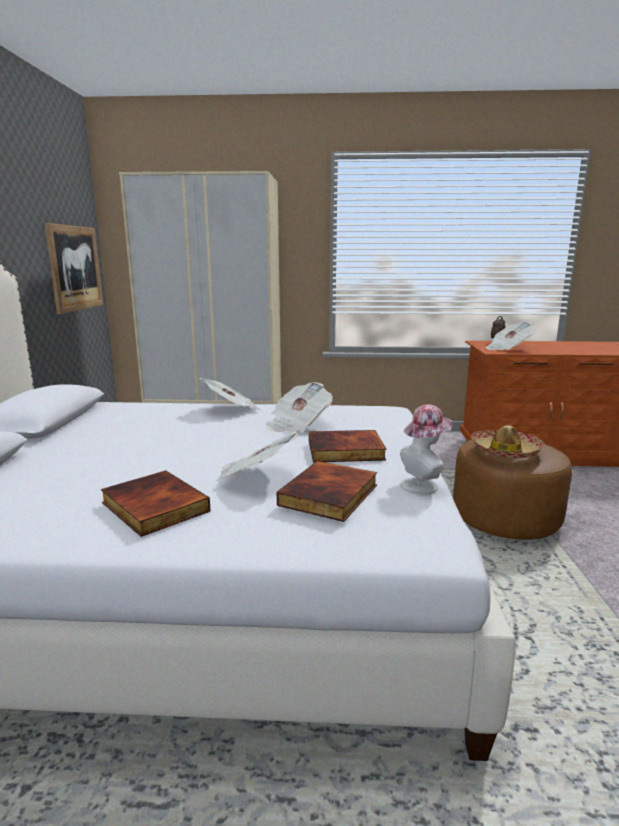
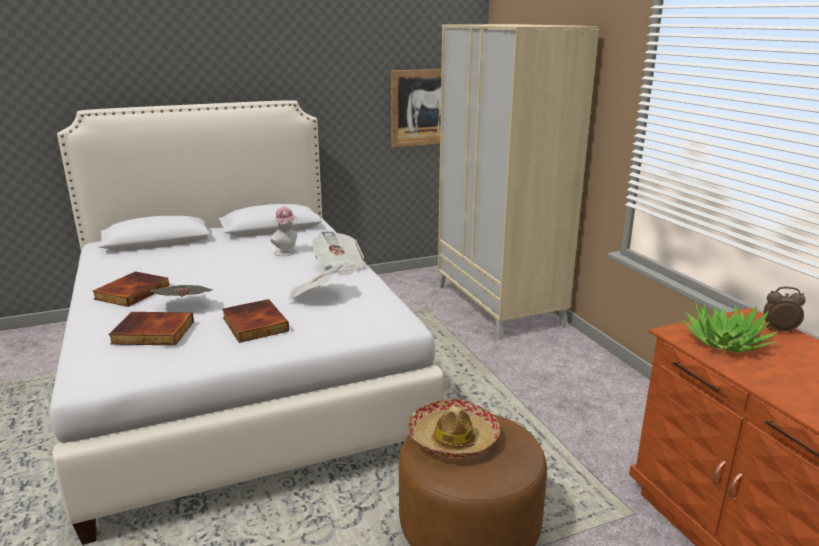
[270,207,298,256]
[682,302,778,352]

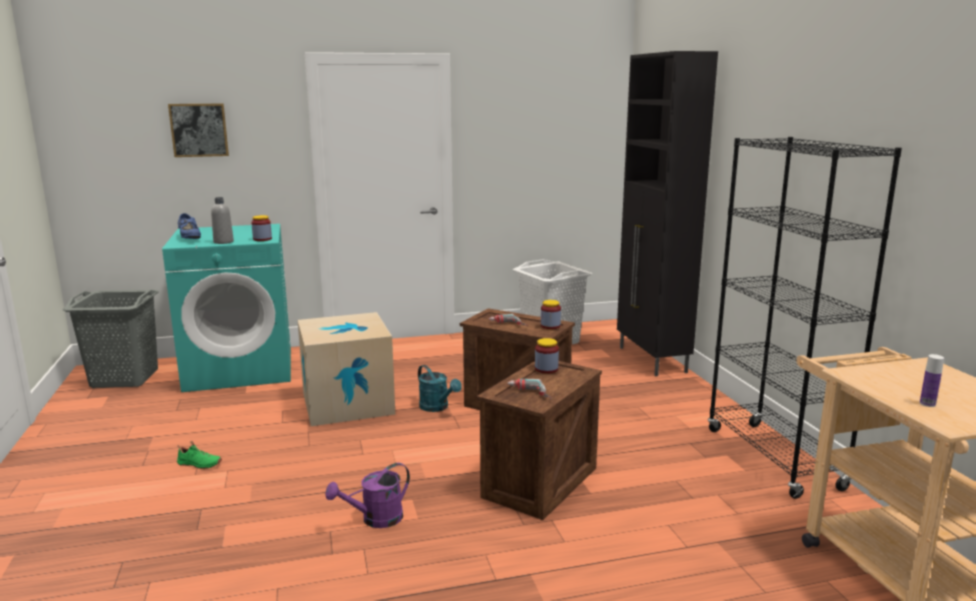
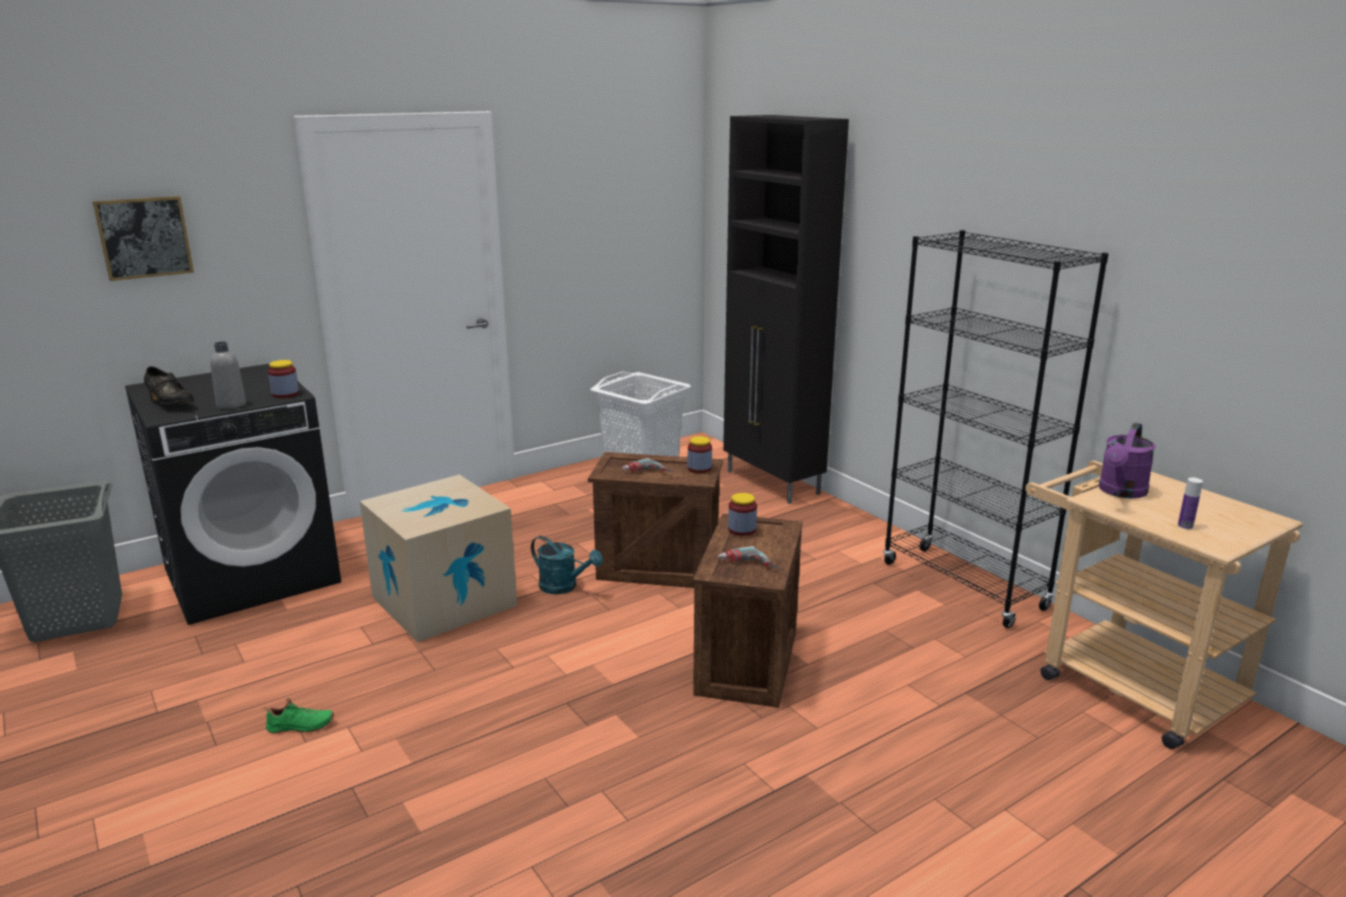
[125,364,341,625]
[144,366,194,405]
[1099,423,1156,499]

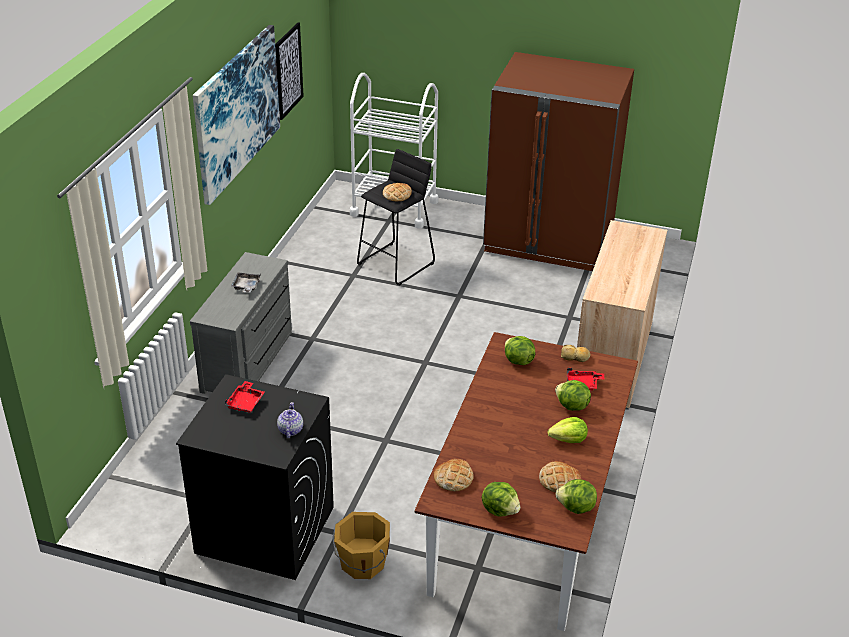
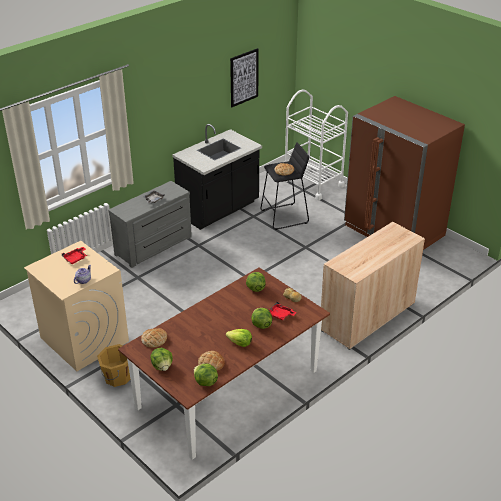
[24,241,129,371]
[172,124,262,230]
[193,25,280,205] (first image)

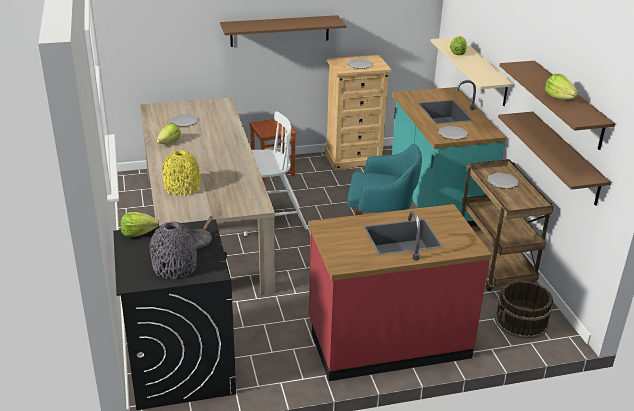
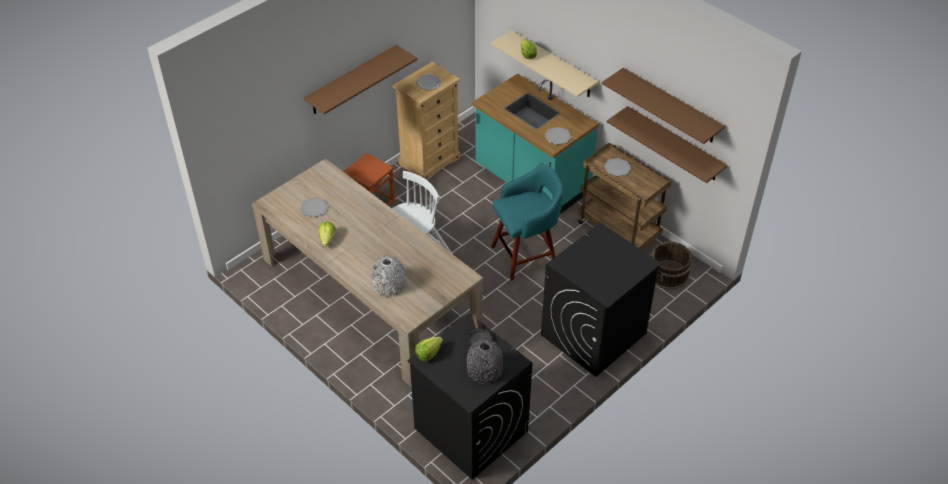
[371,256,405,297]
[541,223,662,377]
[545,74,578,99] (first image)

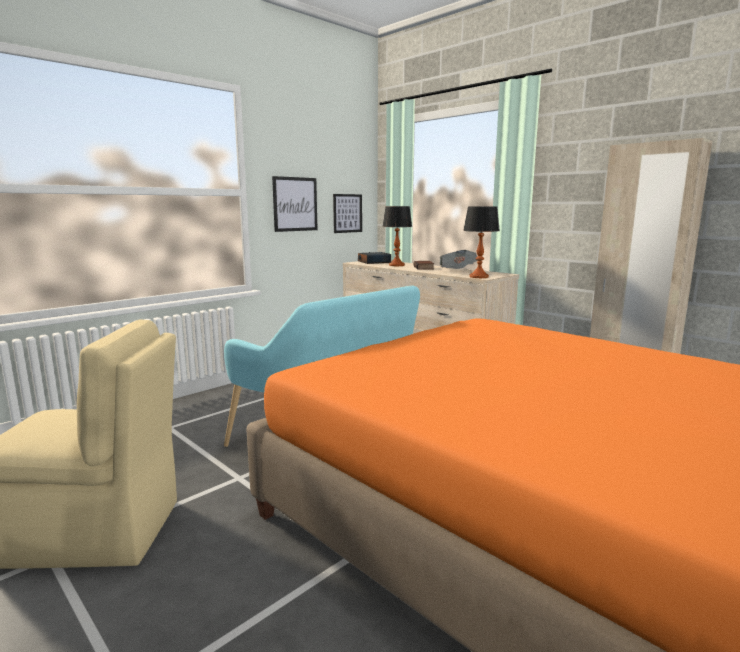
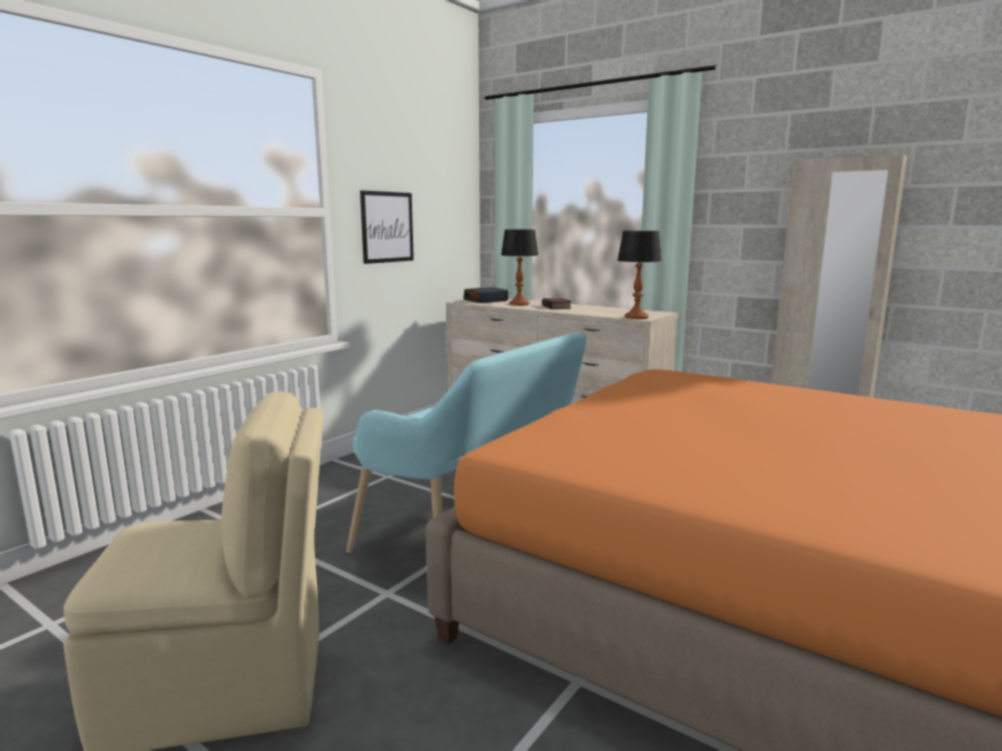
[333,194,362,233] (first image)
[440,250,478,269] (first image)

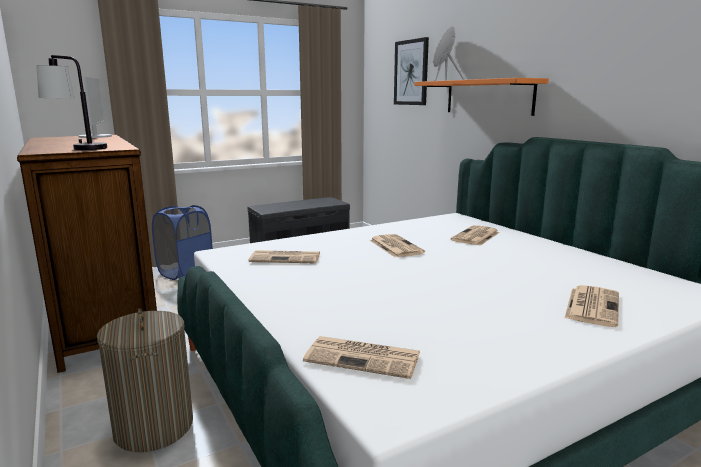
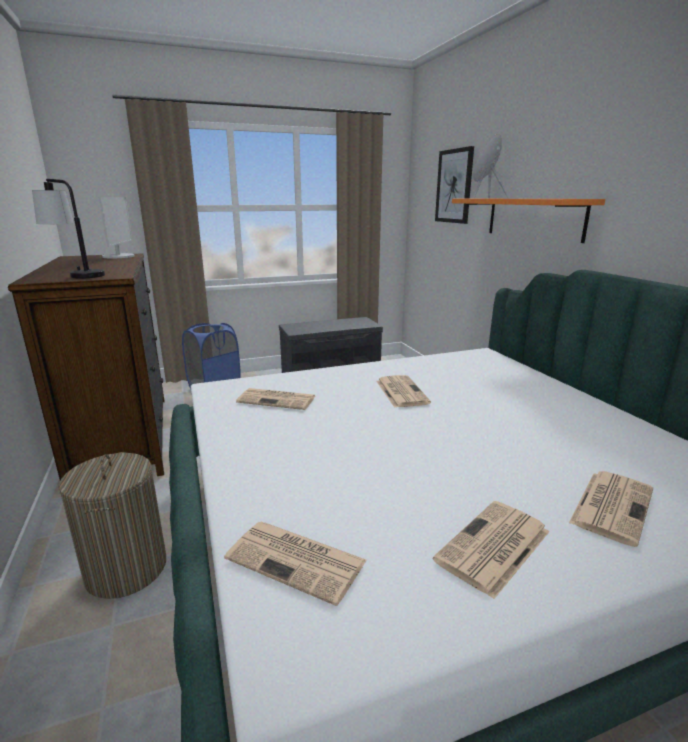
[433,501,549,599]

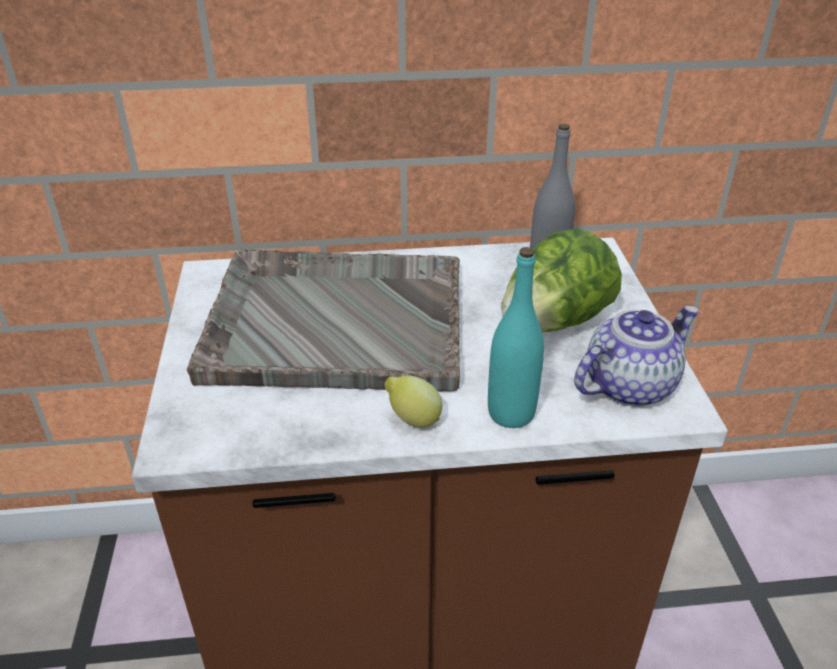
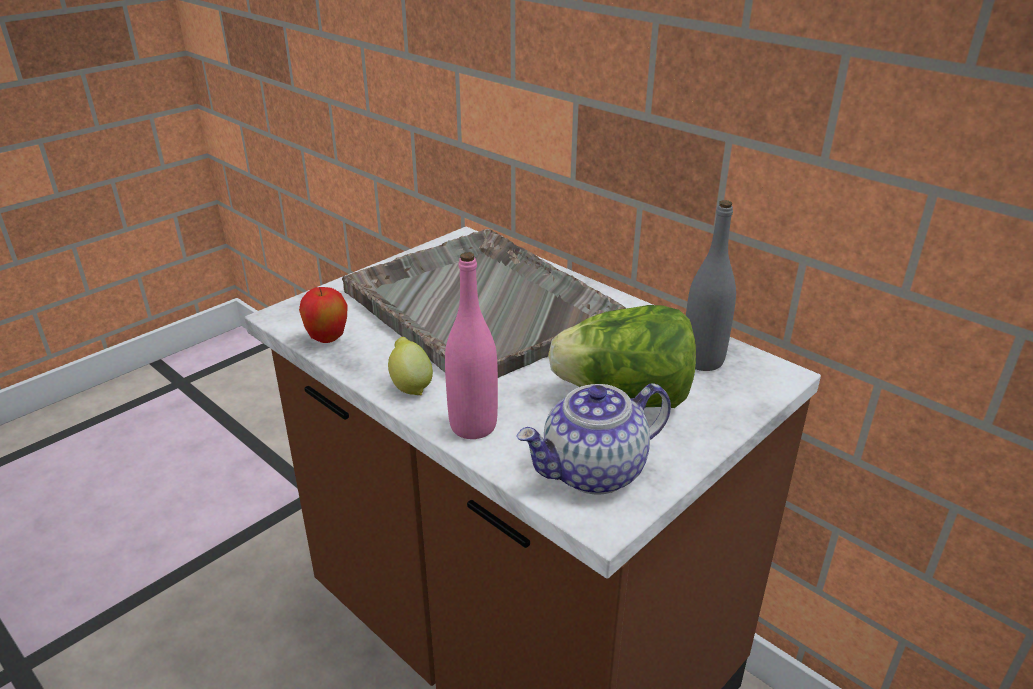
[299,287,348,343]
[445,252,498,439]
[516,383,671,495]

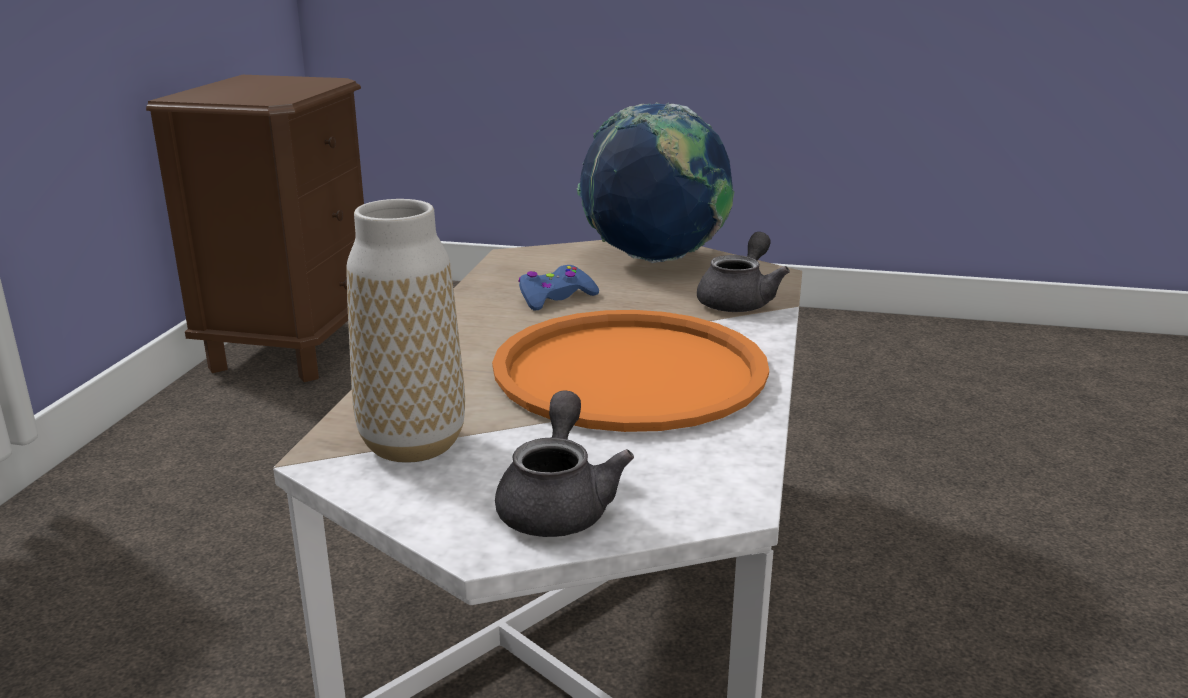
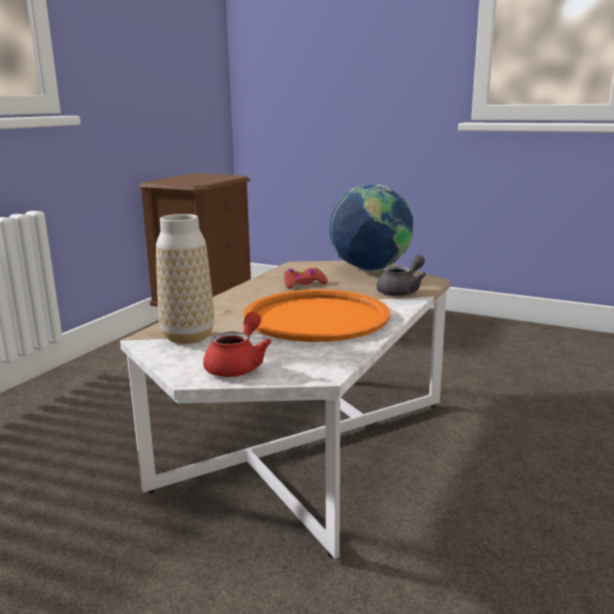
[203,312,271,377]
[284,268,328,289]

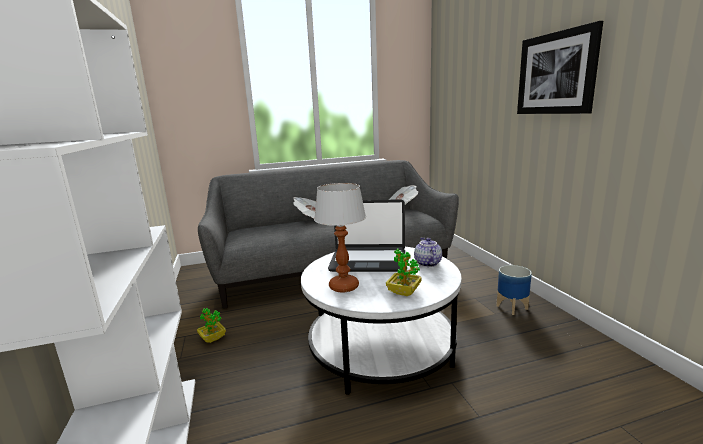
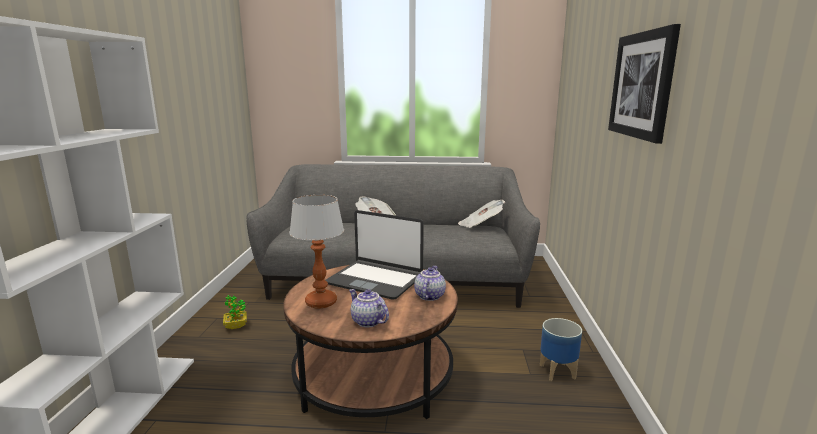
[284,265,458,419]
[349,289,389,327]

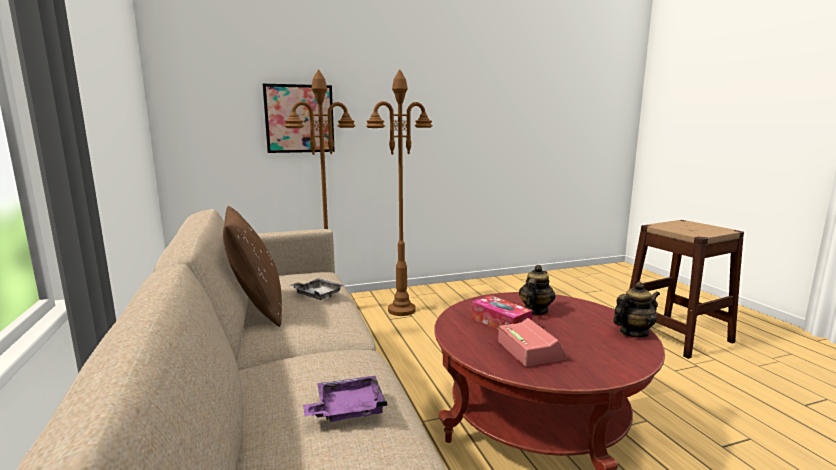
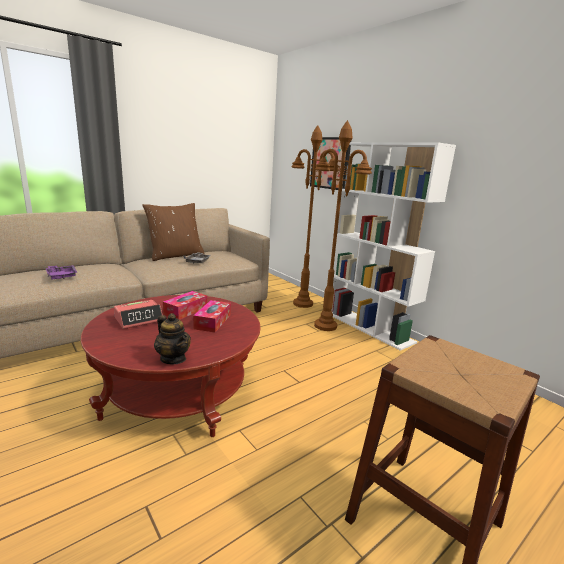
[193,300,231,333]
[331,142,456,351]

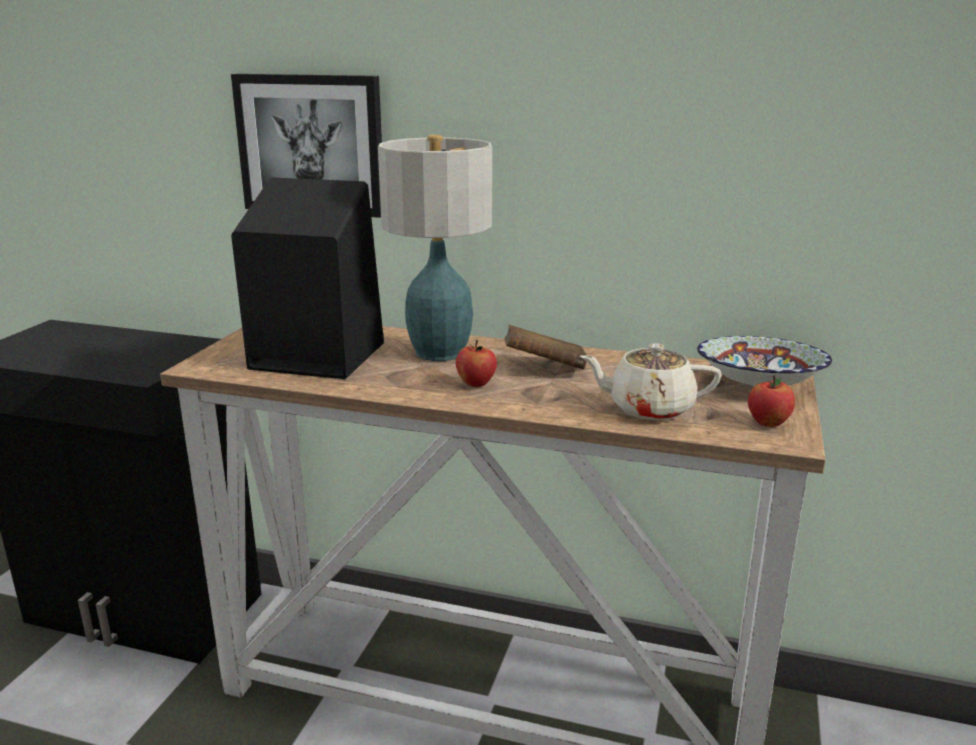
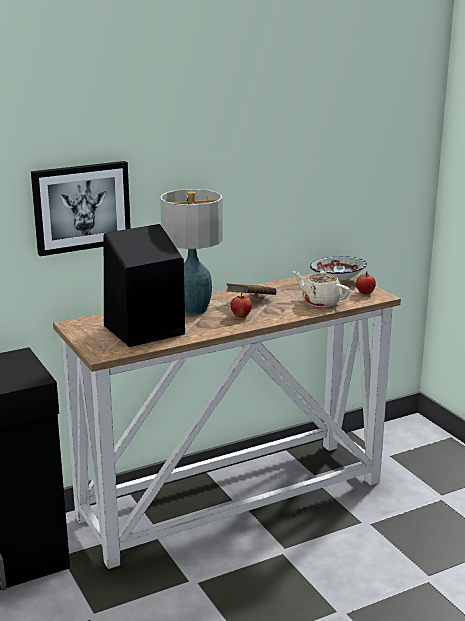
[293,271,350,307]

